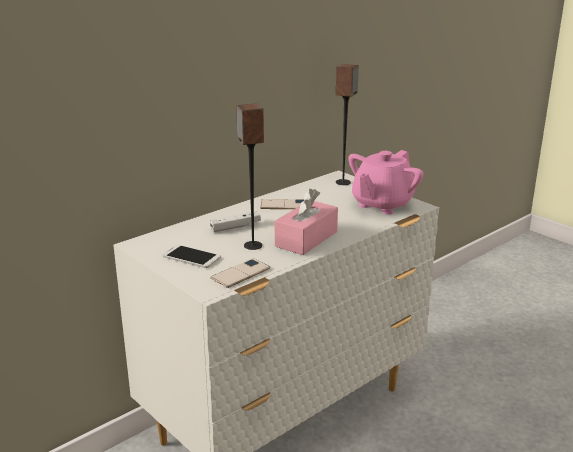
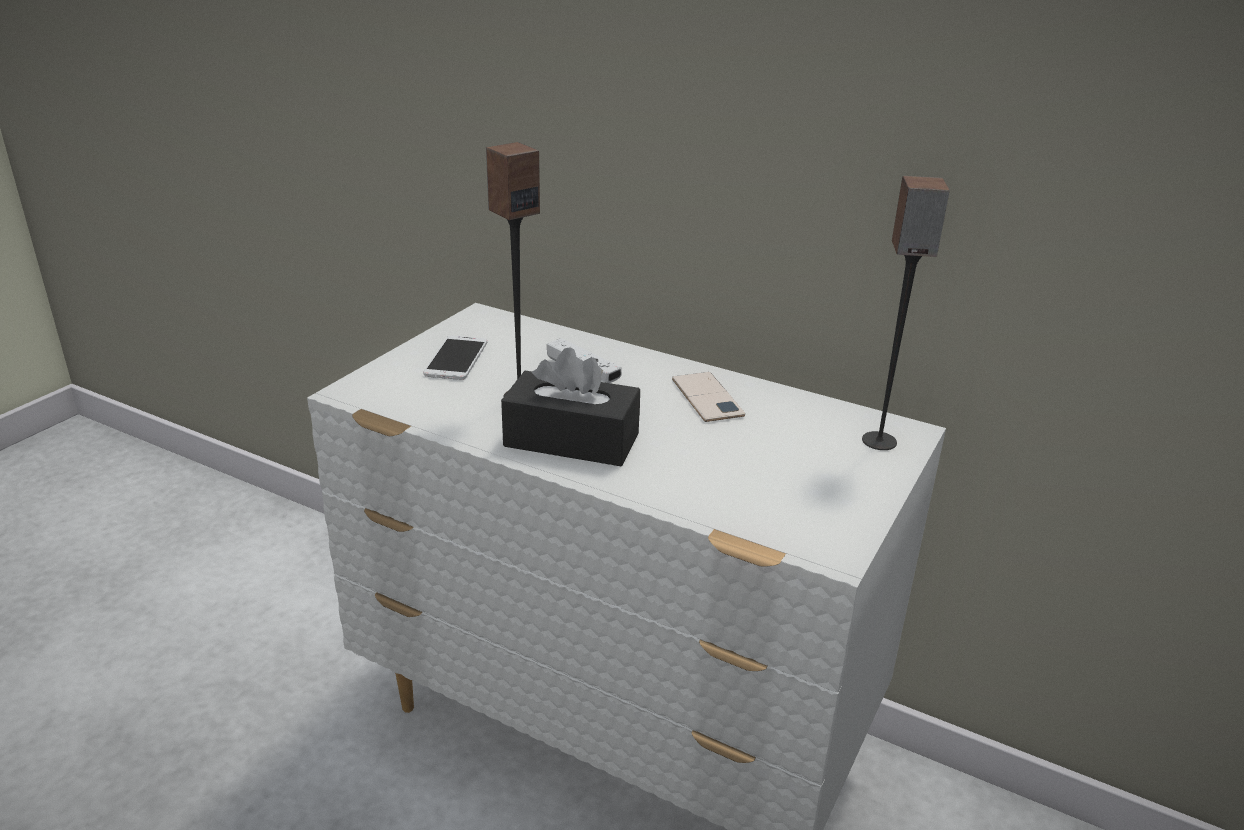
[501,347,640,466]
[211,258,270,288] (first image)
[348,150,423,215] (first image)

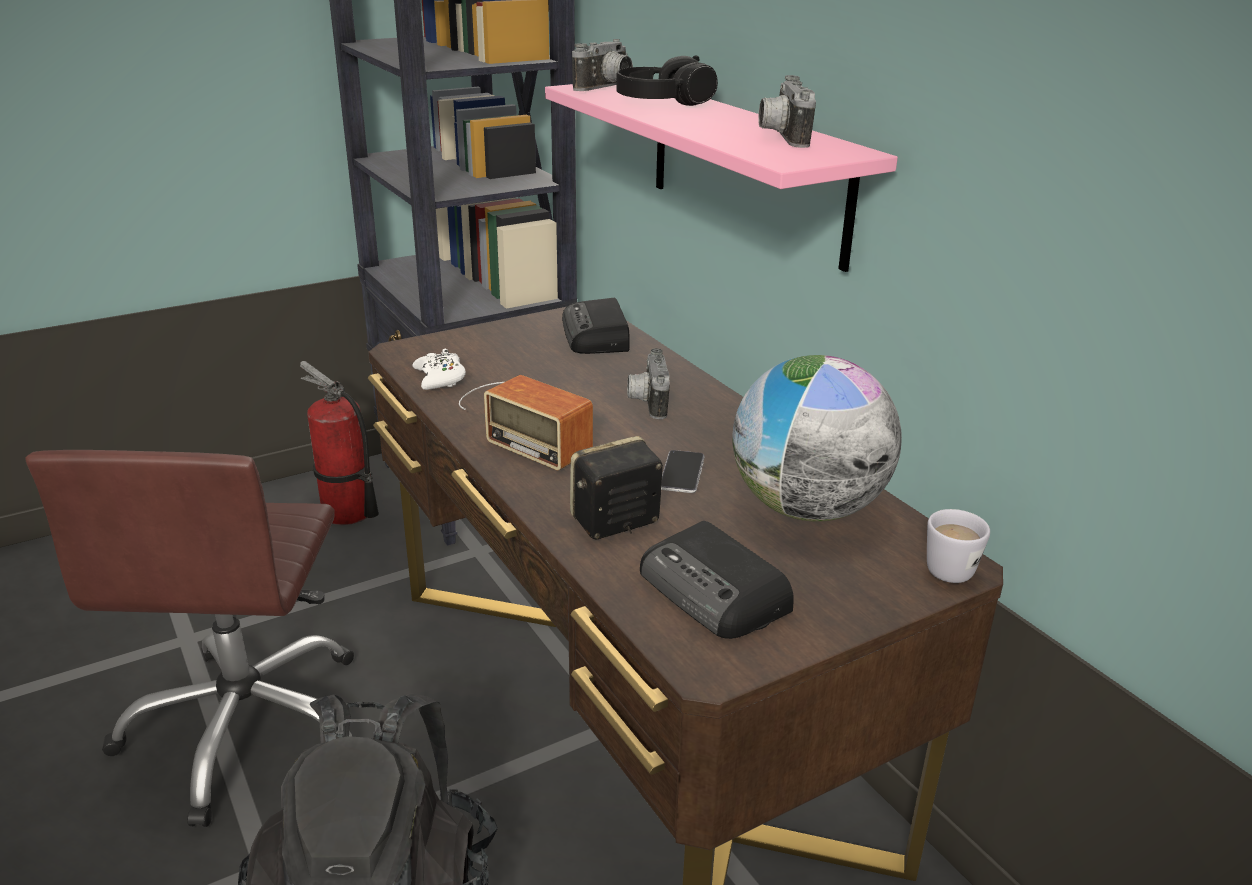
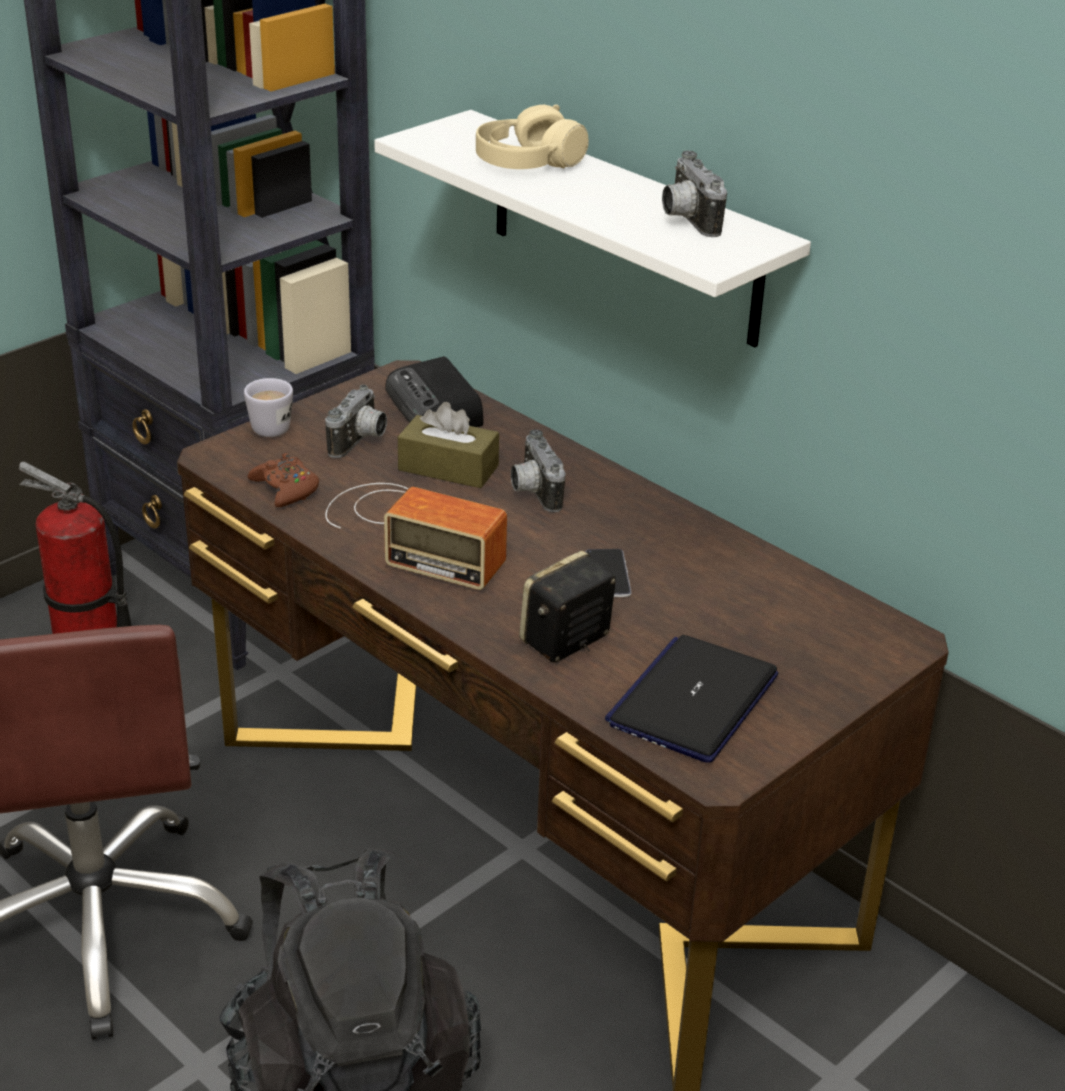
[244,378,293,437]
[248,453,319,507]
[325,385,387,458]
[374,110,811,347]
[398,402,499,488]
[476,105,589,169]
[605,635,779,763]
[732,355,902,522] (first image)

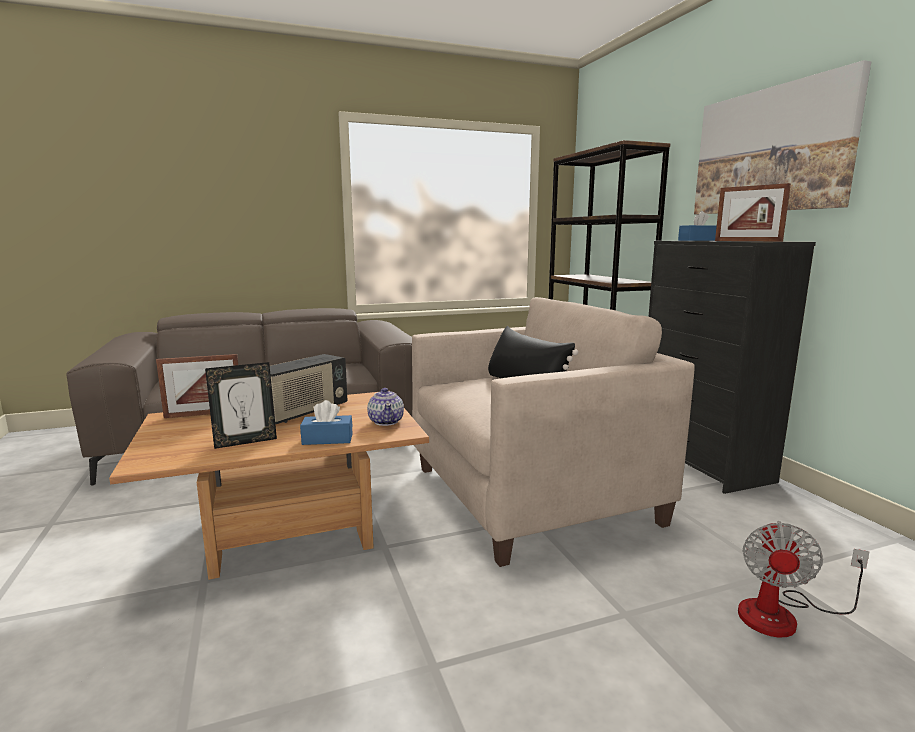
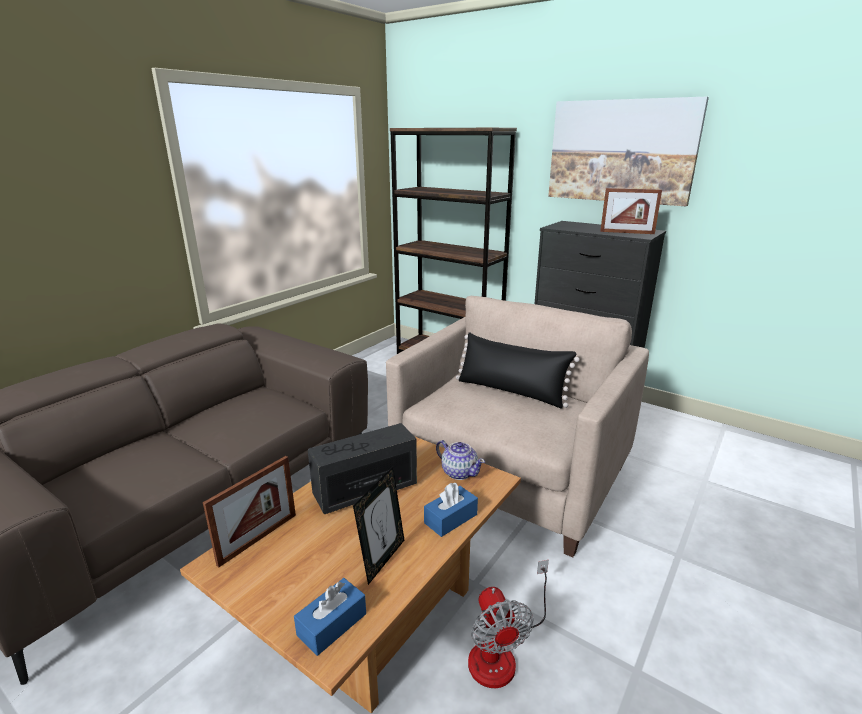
[294,578,366,656]
[308,423,417,514]
[468,560,549,688]

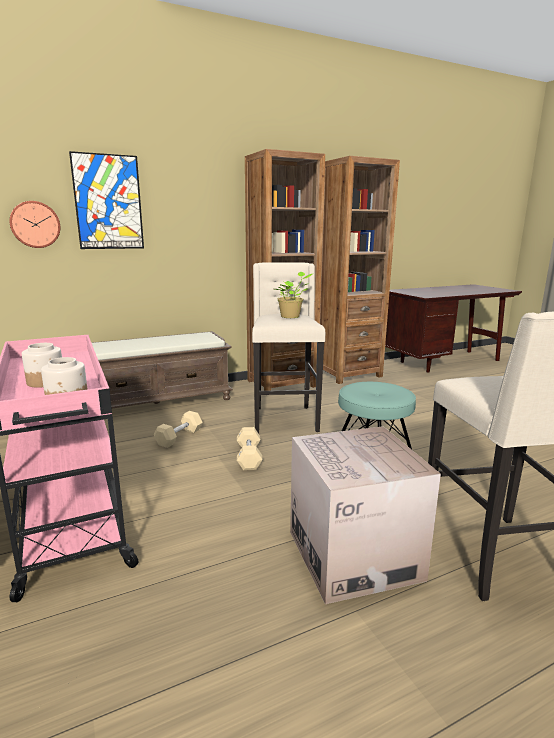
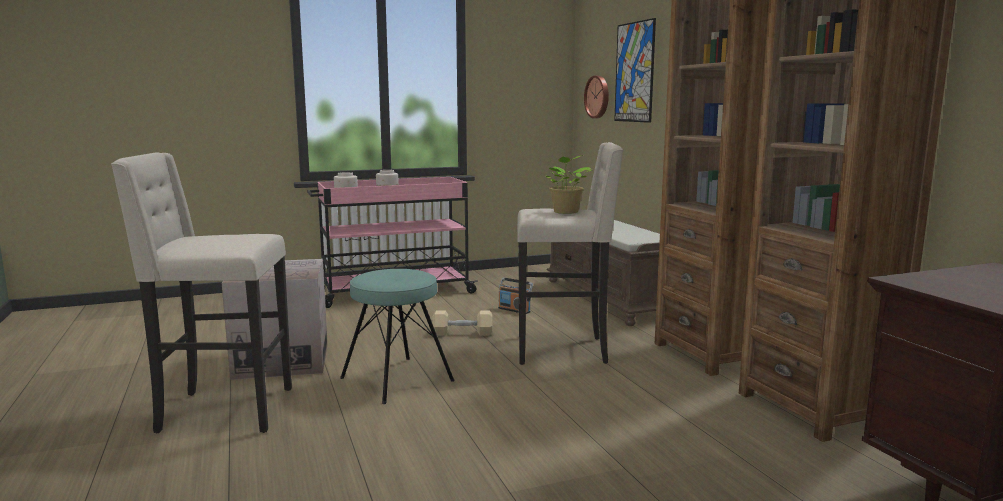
[498,277,533,314]

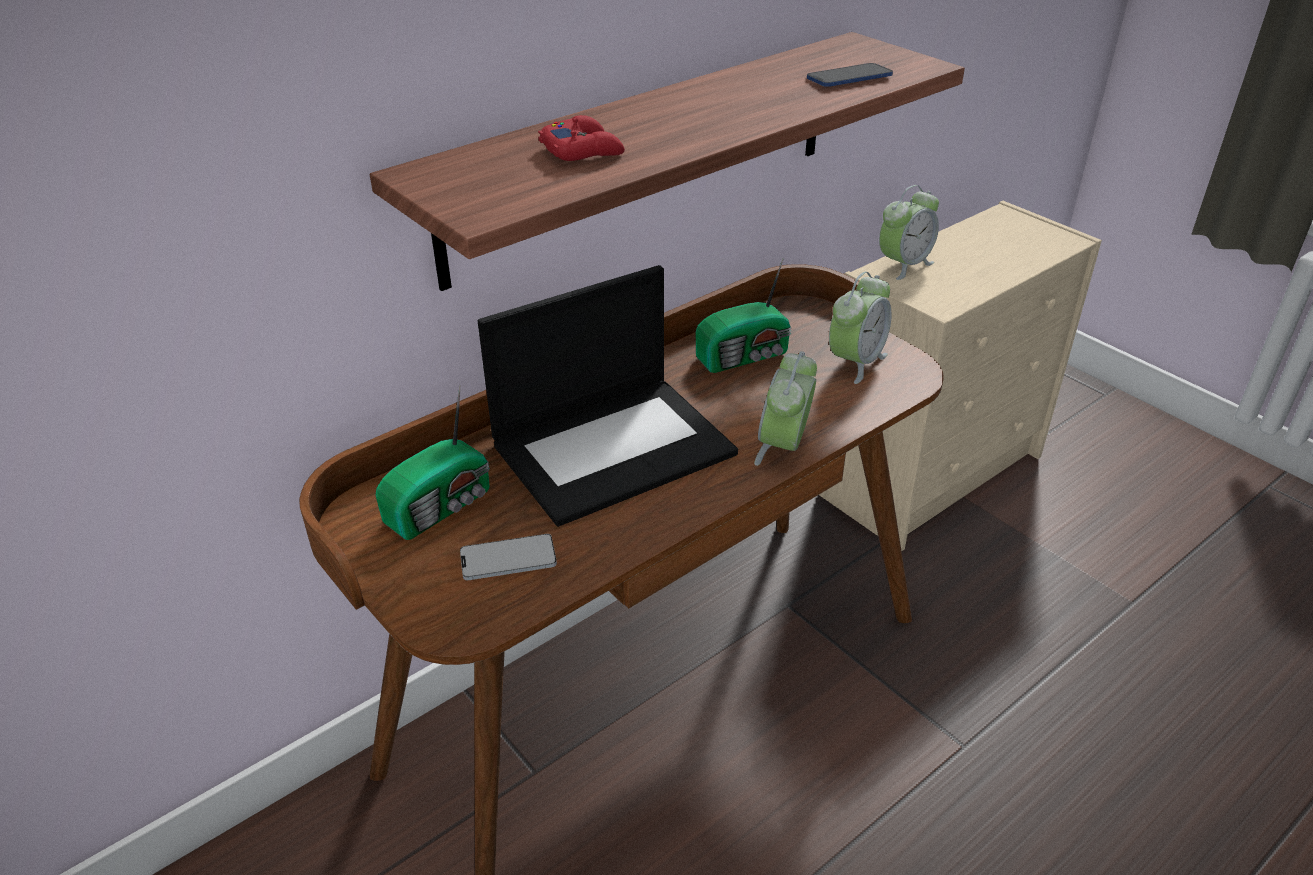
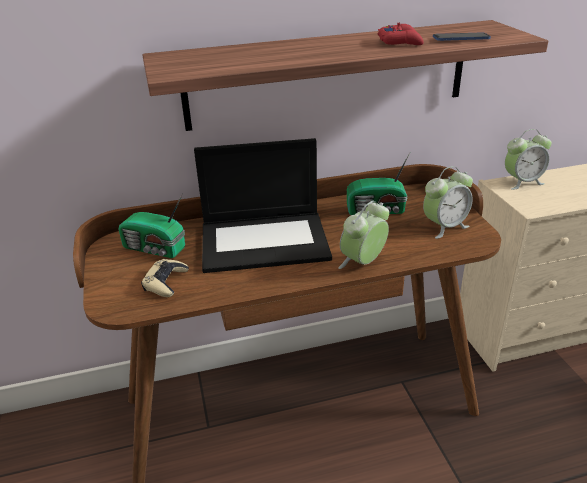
[119,194,185,258]
[141,259,189,297]
[378,23,424,45]

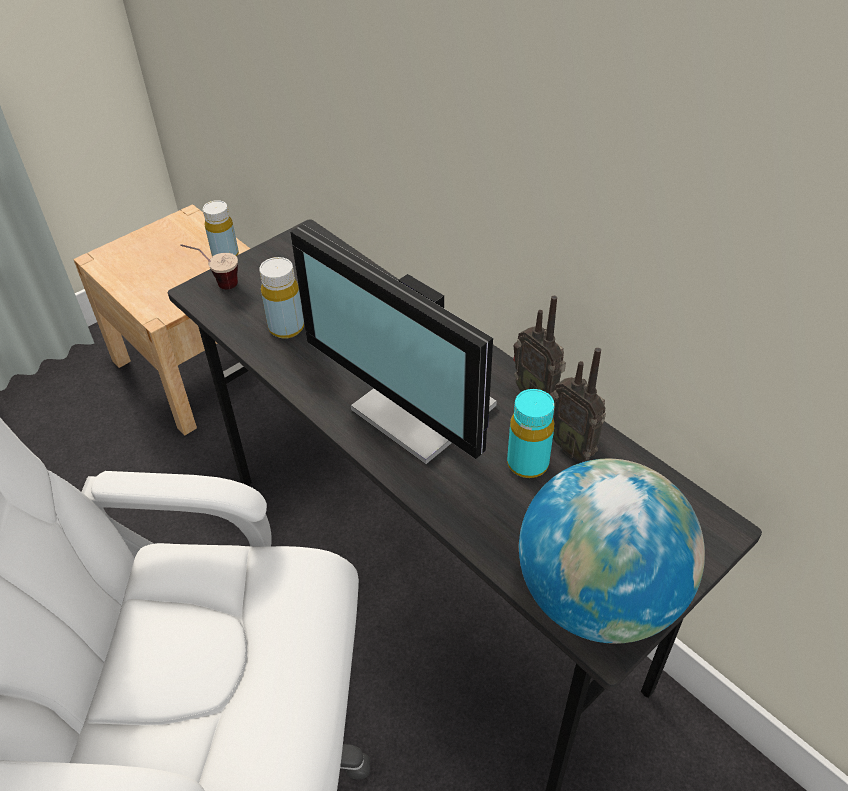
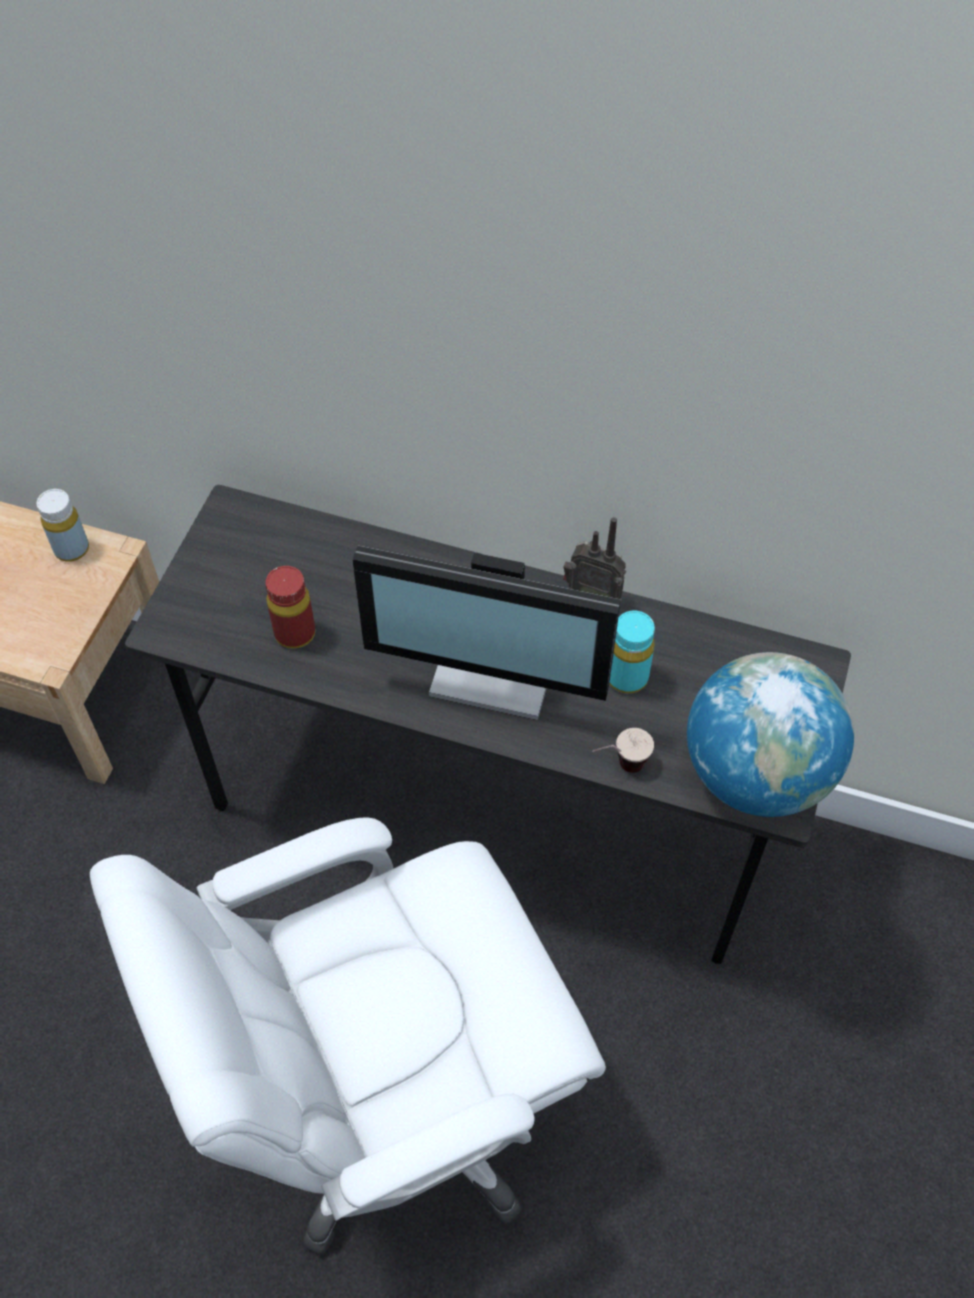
[265,566,315,649]
[592,728,654,773]
[550,348,606,461] (first image)

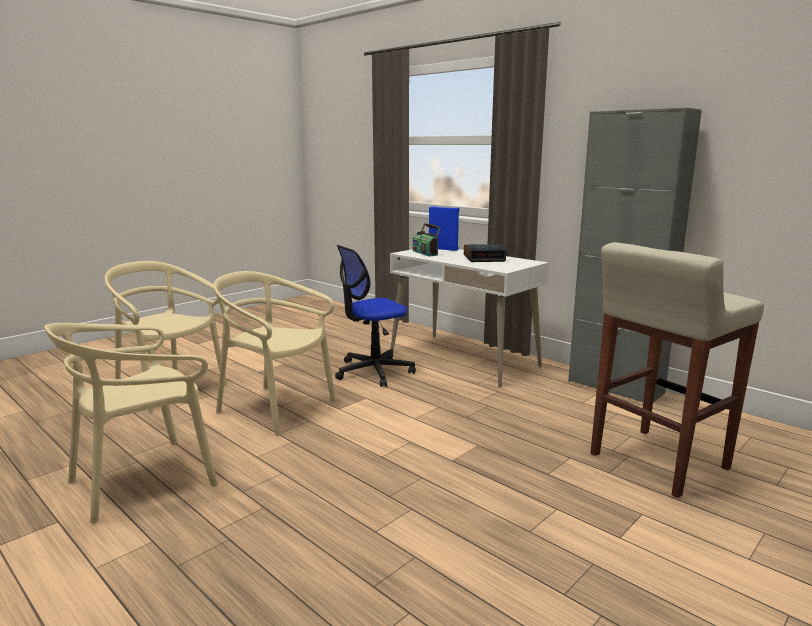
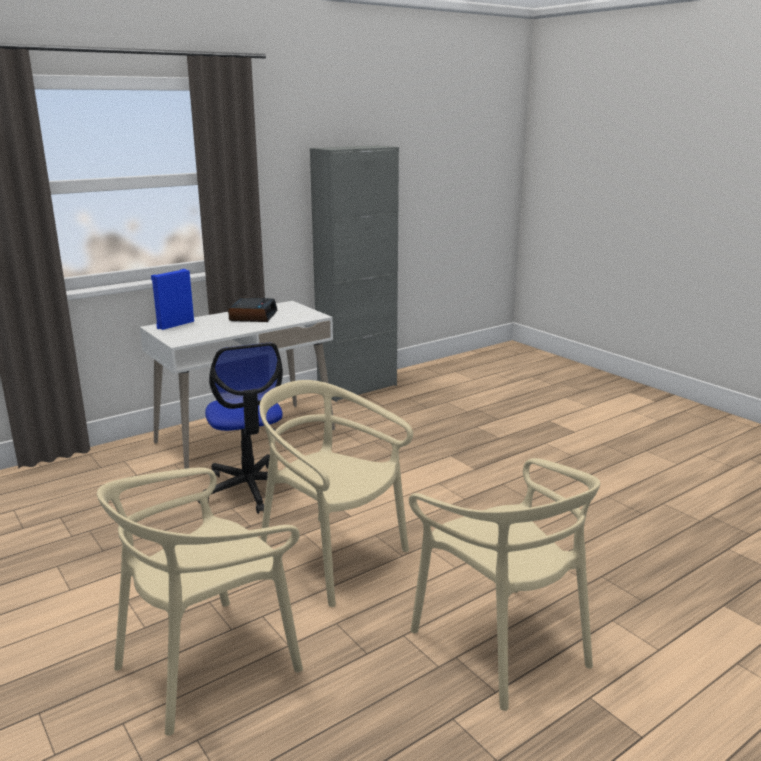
[259,380,413,607]
[413,223,441,256] (first image)
[590,242,764,498] (first image)

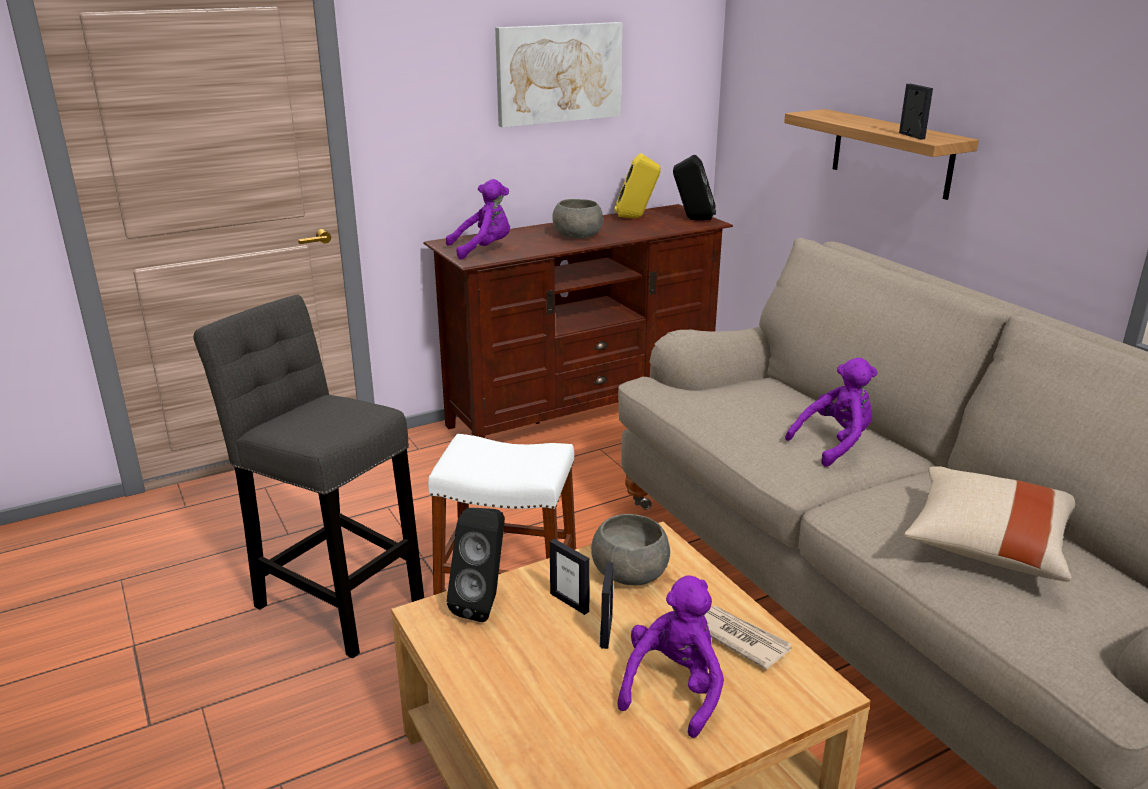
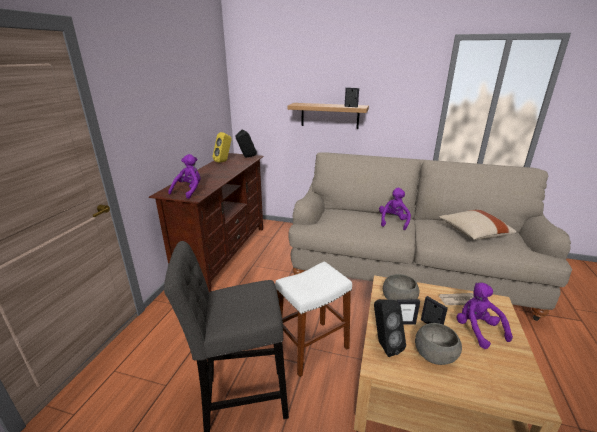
[415,323,462,365]
[495,22,623,127] (first image)

